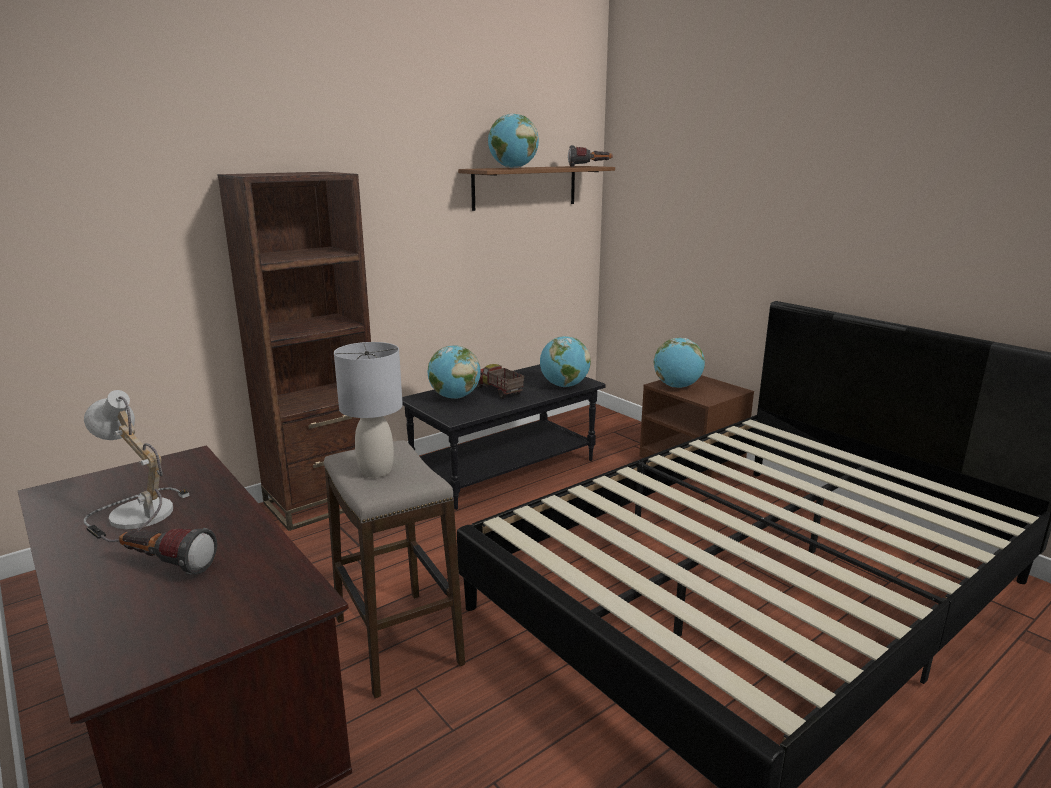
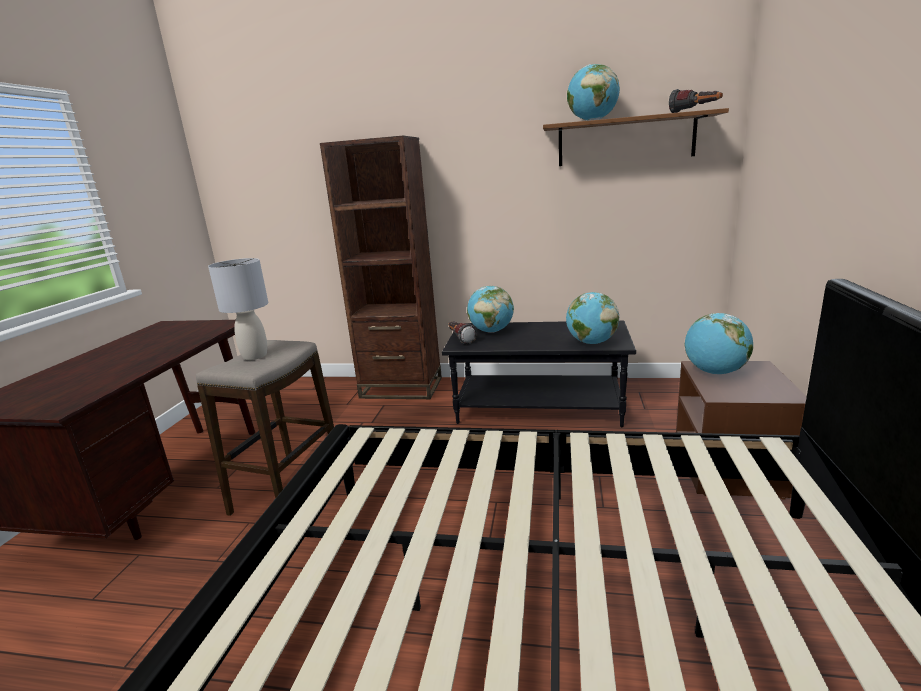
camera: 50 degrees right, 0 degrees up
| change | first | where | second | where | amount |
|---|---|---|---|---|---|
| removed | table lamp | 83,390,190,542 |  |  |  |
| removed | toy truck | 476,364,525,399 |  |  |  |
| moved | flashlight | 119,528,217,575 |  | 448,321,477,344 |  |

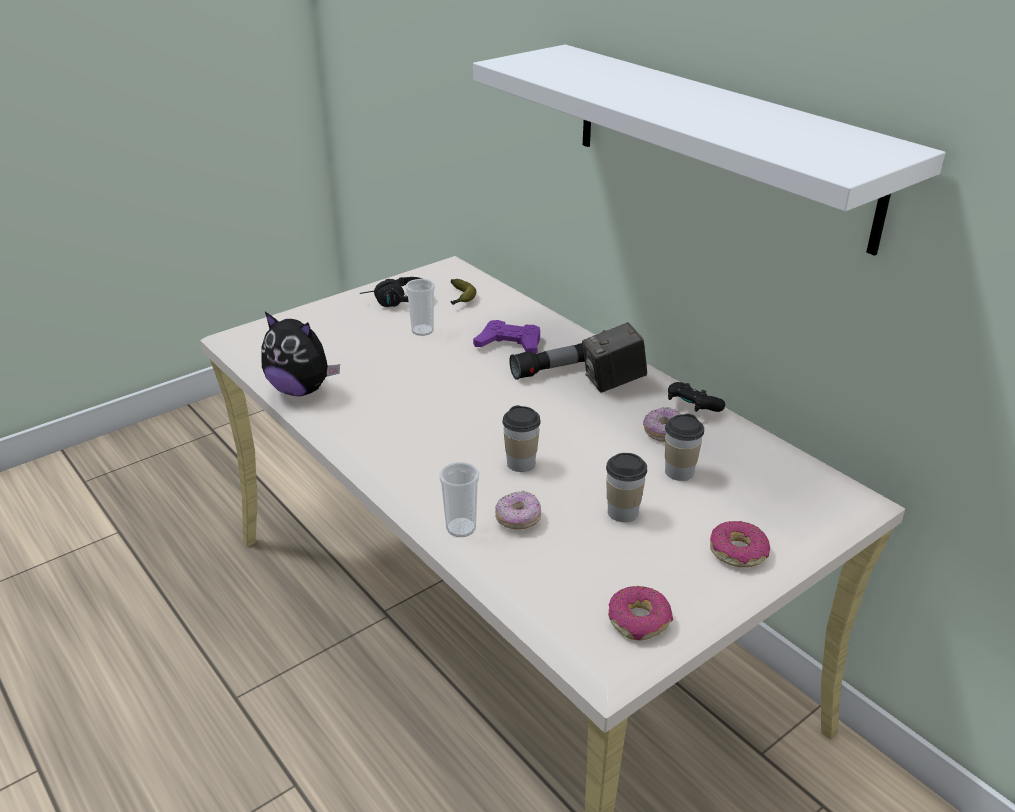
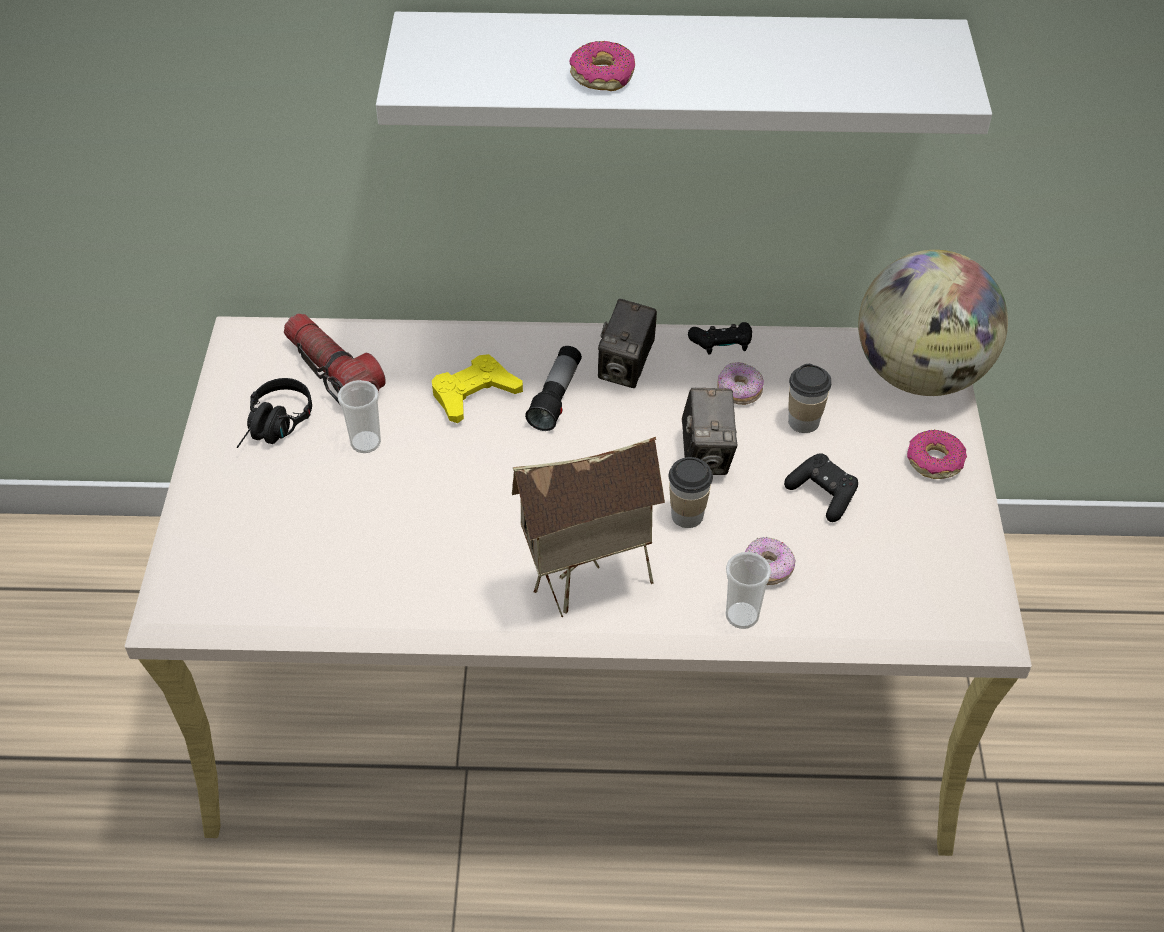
camera: 50 degrees left, 15 degrees up
| change | first | where | second | where | amount |
|---|---|---|---|---|---|
| removed | plush toy | 262,312,340,396 |  |  |  |
| added |  |  | toy house | 512,437,665,617 |  |
| added |  |  | photo camera | 682,388,737,475 |  |
| added |  |  | globe | 858,250,1008,396 |  |
| moved | donut | 608,586,673,641 |  | 569,41,635,91 |  |
| replaced | banana | 451,279,476,305 | flashlight | 284,313,386,403 |  |
| replaced | cup | 606,453,647,522 | black game controller | 784,453,858,522 |  |
| recoloured | purple game controller | 473,320,540,354 | yellow game controller | 432,354,523,423 |  |

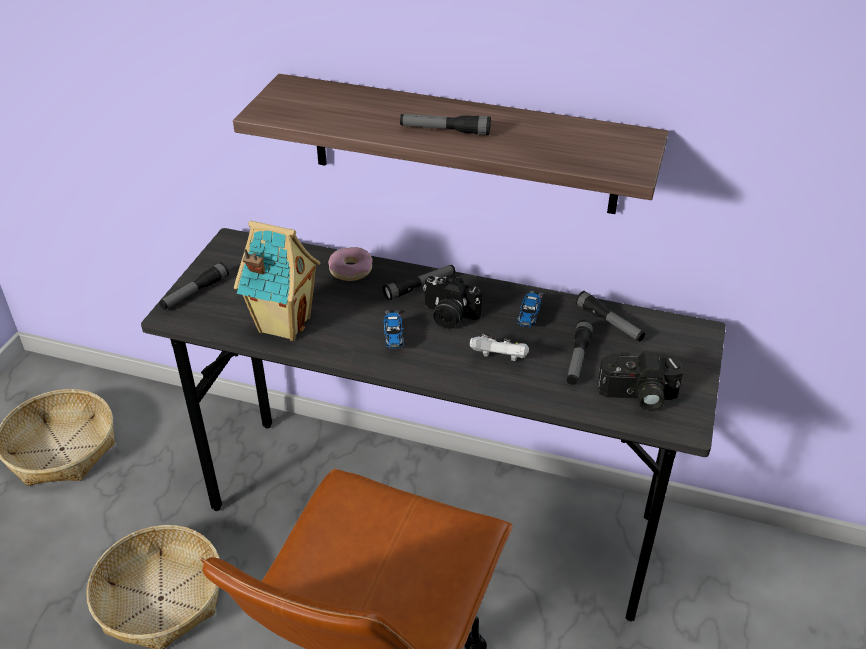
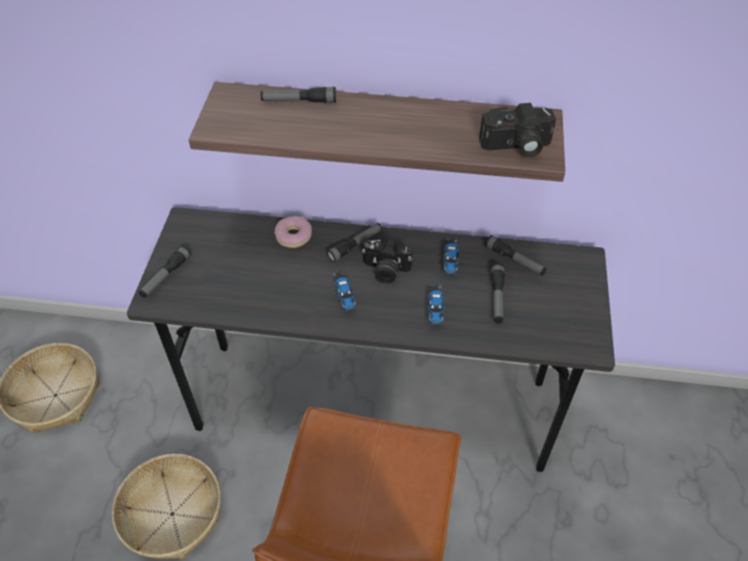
camera: 10 degrees left, 10 degrees up
| change | first | where | second | where | amount |
|---|---|---|---|---|---|
| removed | toy house | 234,220,320,341 |  |  |  |
| moved | flashlight | 400,114,491,135 |  | 260,87,336,103 |  |
| moved | photo camera | 598,351,683,411 |  | 479,103,556,157 |  |
| replaced | white game controller | 470,333,529,361 | toy car | 428,284,445,325 |  |

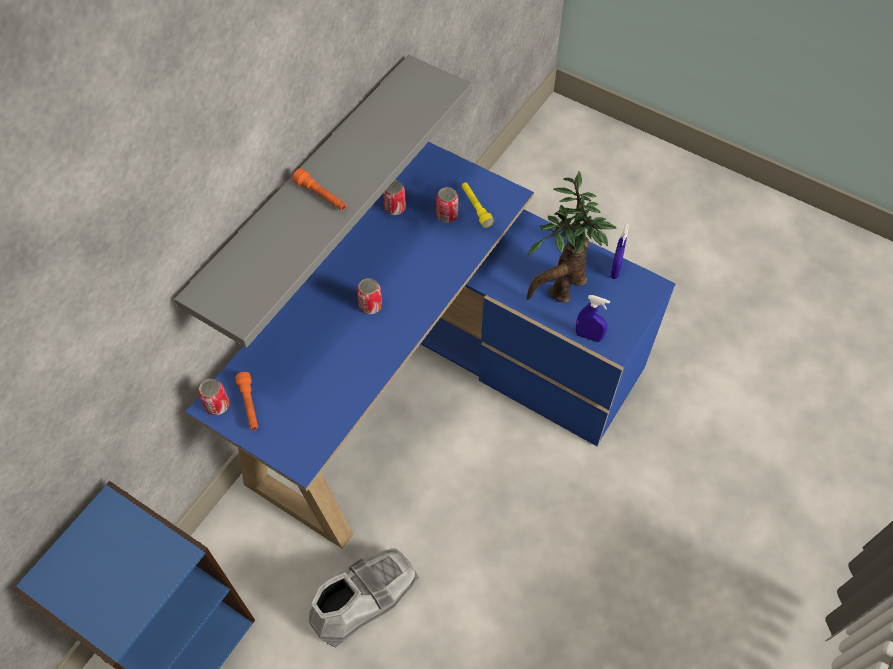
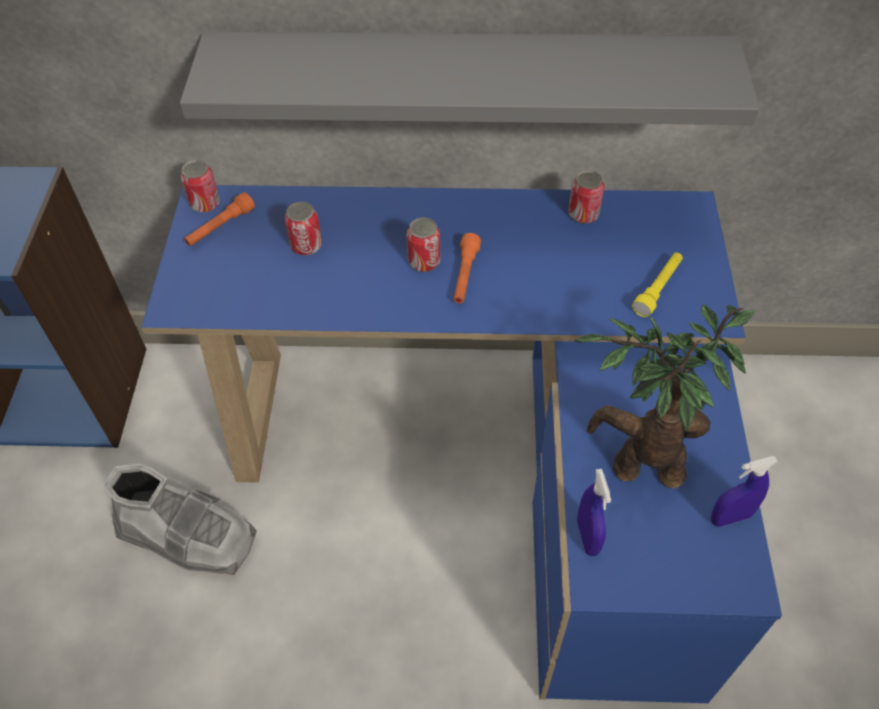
camera: 60 degrees right, 5 degrees down
| change | first | where | second | where | amount |
|---|---|---|---|---|---|
| moved | orange flashlight | 292,168,346,211 |  | 453,233,481,304 |  |
| moved | can | 436,187,458,223 |  | 285,202,322,255 |  |

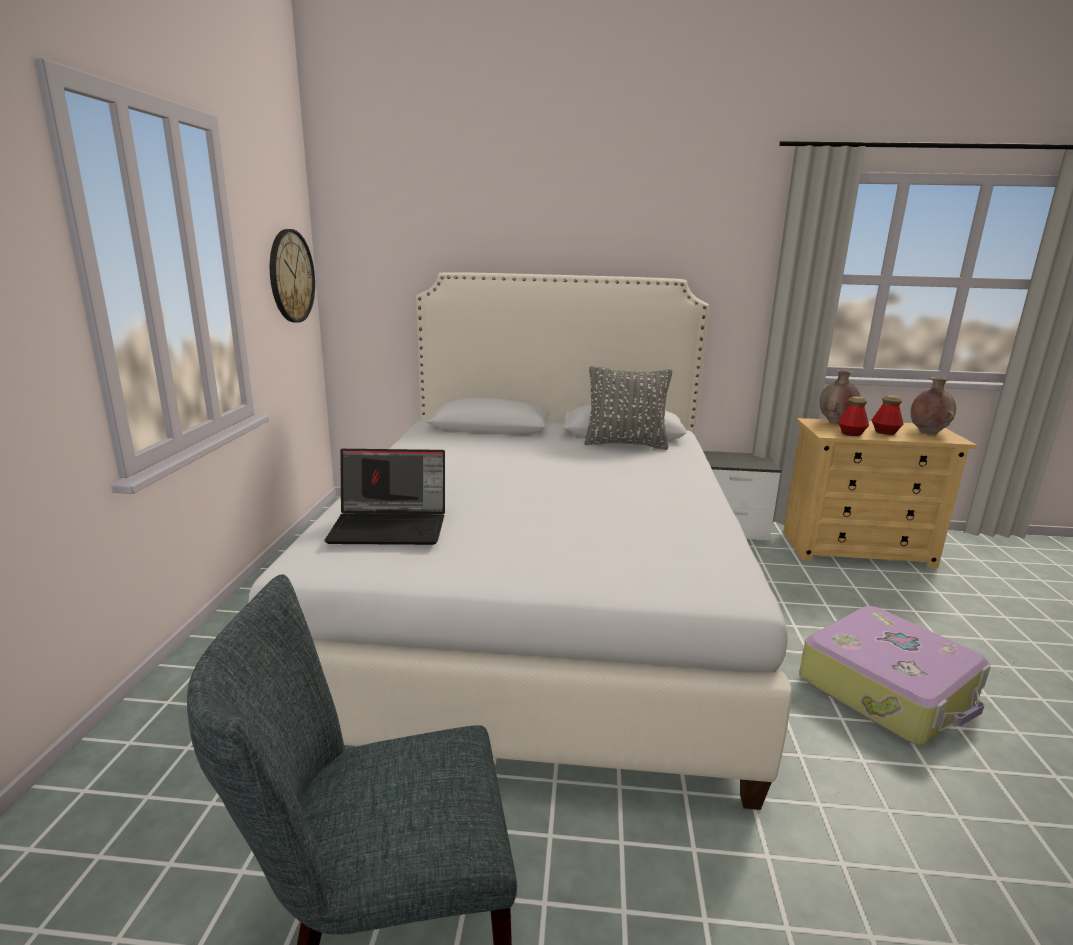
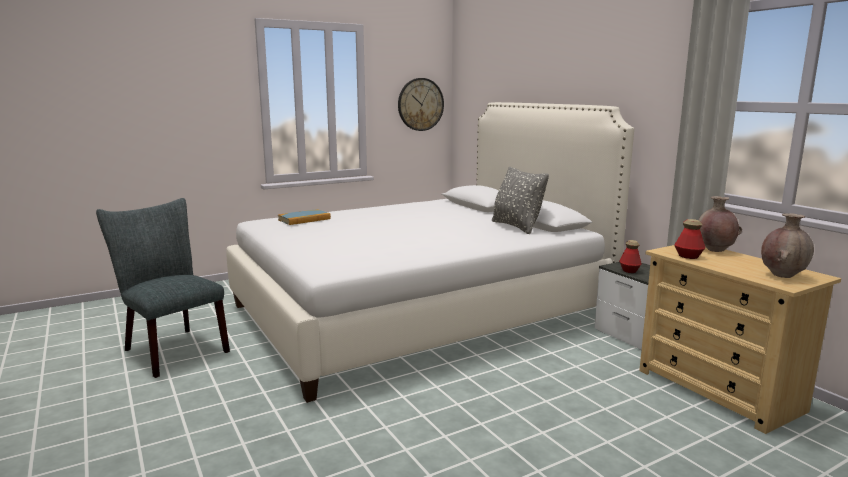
camera: 55 degrees right, 5 degrees down
| change | first | where | second | where | amount |
|---|---|---|---|---|---|
| removed | suitcase | 799,606,991,745 |  |  |  |
| moved | bottle | 872,395,904,435 |  | 619,240,642,273 |  |
| replaced | laptop | 324,449,445,545 | book | 278,209,331,225 |  |

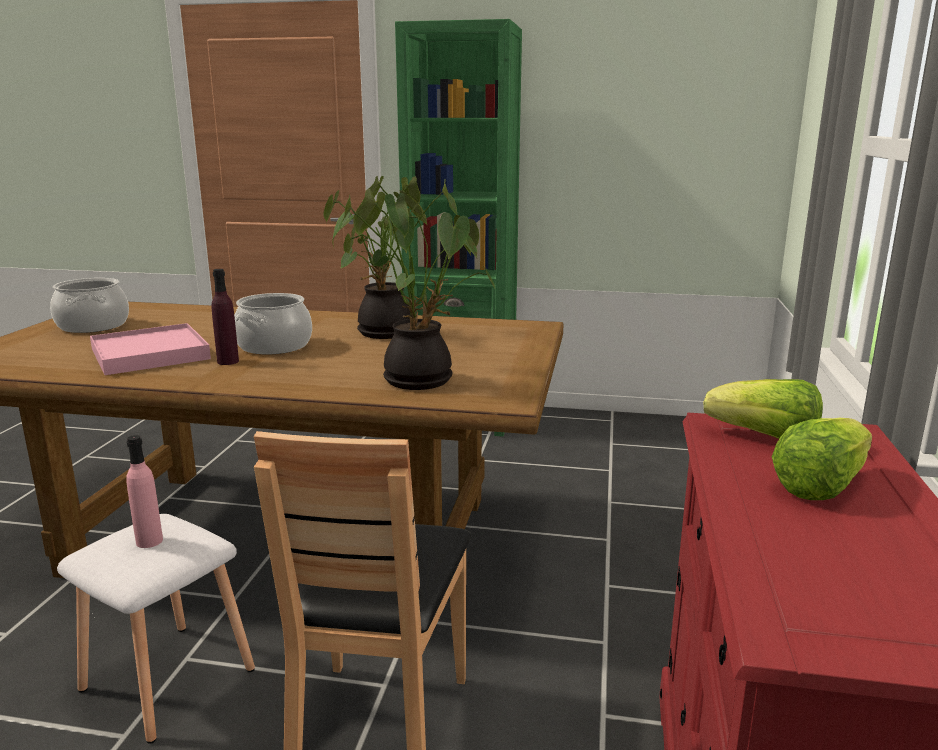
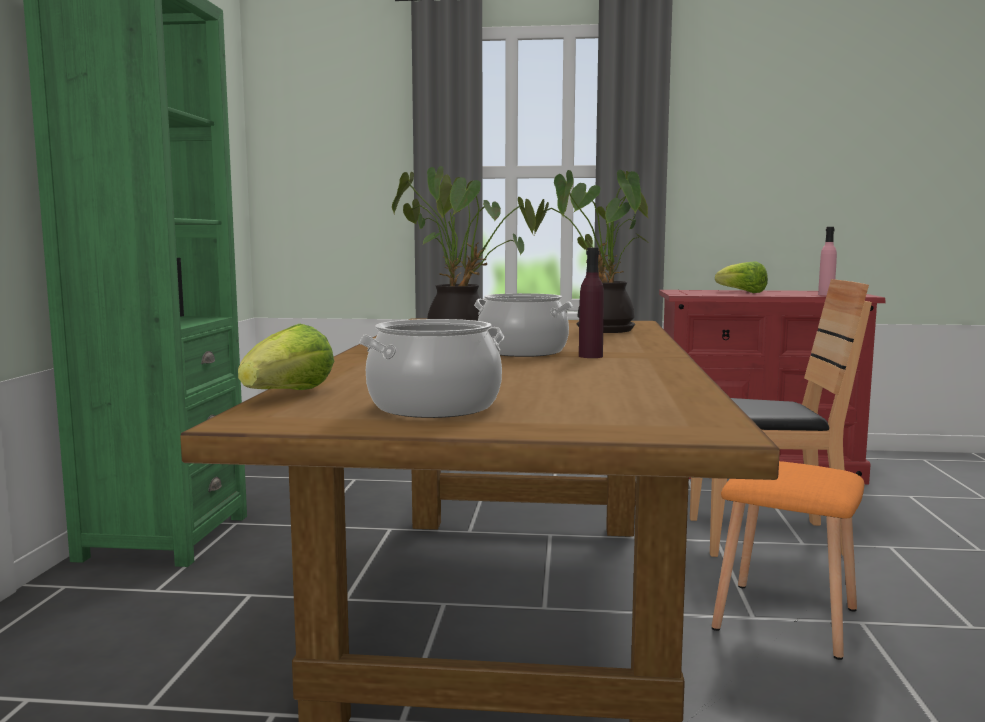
camera: 95 degrees left, 10 degrees down
| change | first | where | second | where | amount |
|---|---|---|---|---|---|
| removed | pink tray | 90,323,211,375 |  |  |  |
| moved | pink bottle | 126,435,163,548 |  | 818,227,837,296 |  |
| moved | lettuce | 703,379,823,439 |  | 238,324,334,390 |  |
| recoloured | white stool | 57,514,255,744 | orange stool | 712,461,864,660 |  |

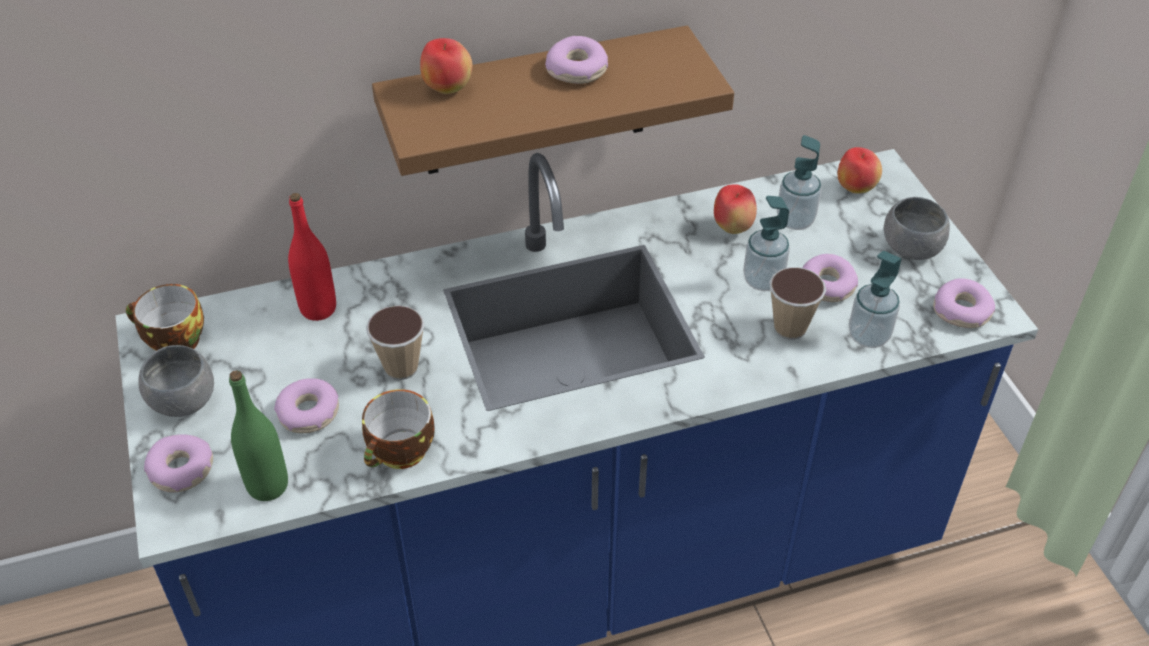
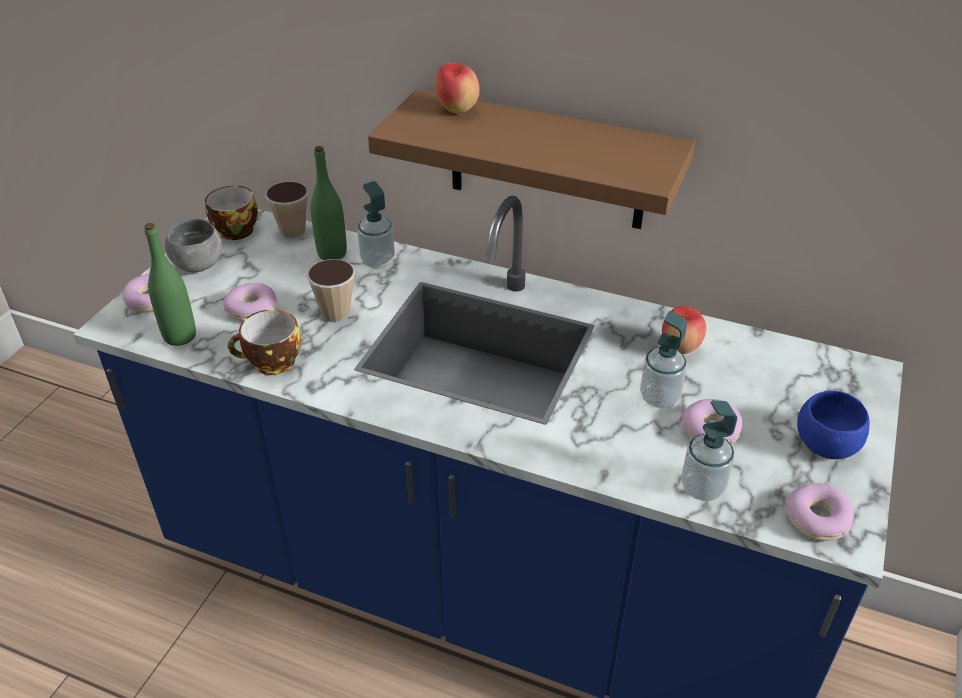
camera: 40 degrees right, 5 degrees down
| change | first | where | second | where | amount |
|---|---|---|---|---|---|
| removed | donut | 545,36,608,84 |  |  |  |
| removed | apple | 838,147,882,194 |  |  |  |
| moved | cup | 769,267,826,340 |  | 265,181,309,239 |  |
| moved | soap dispenser | 777,135,822,230 |  | 358,181,395,269 |  |
| recoloured | red bottle | 288,193,336,321 | green bottle | 311,146,347,260 |  |
| recoloured | grey bowl | 884,197,950,260 | blue bowl | 797,391,870,459 |  |

